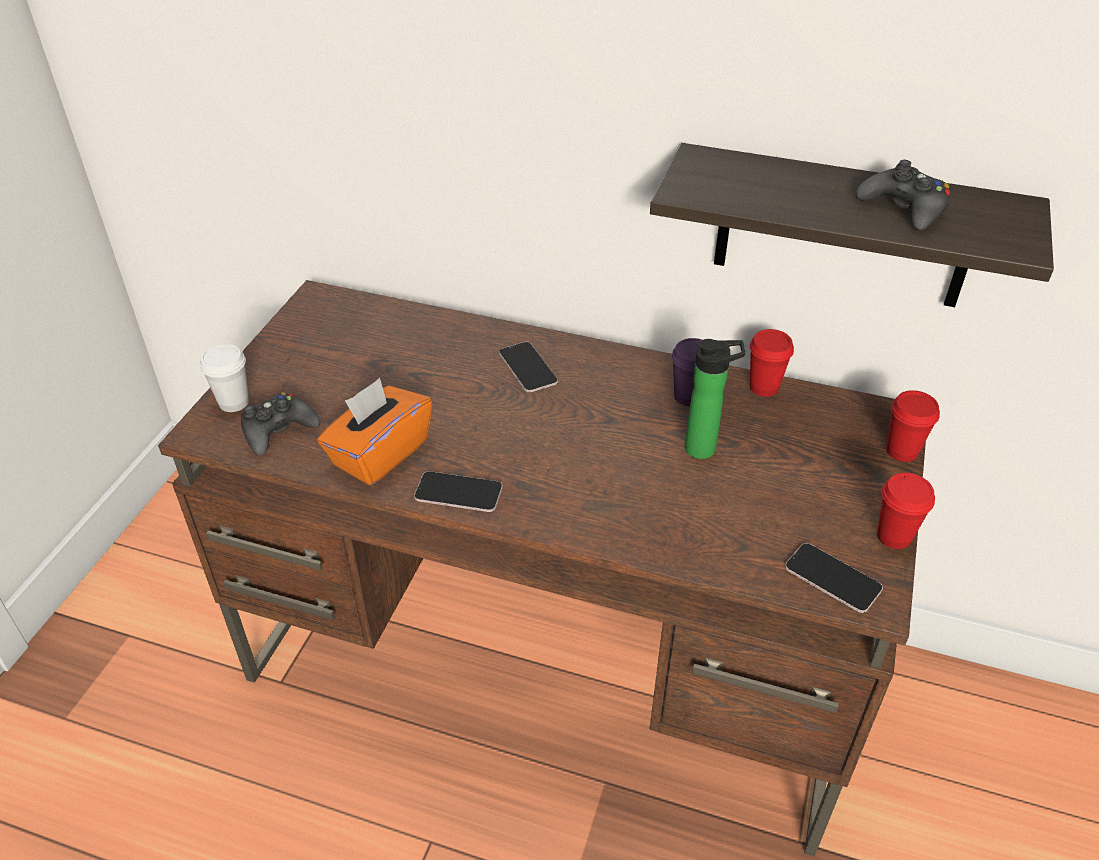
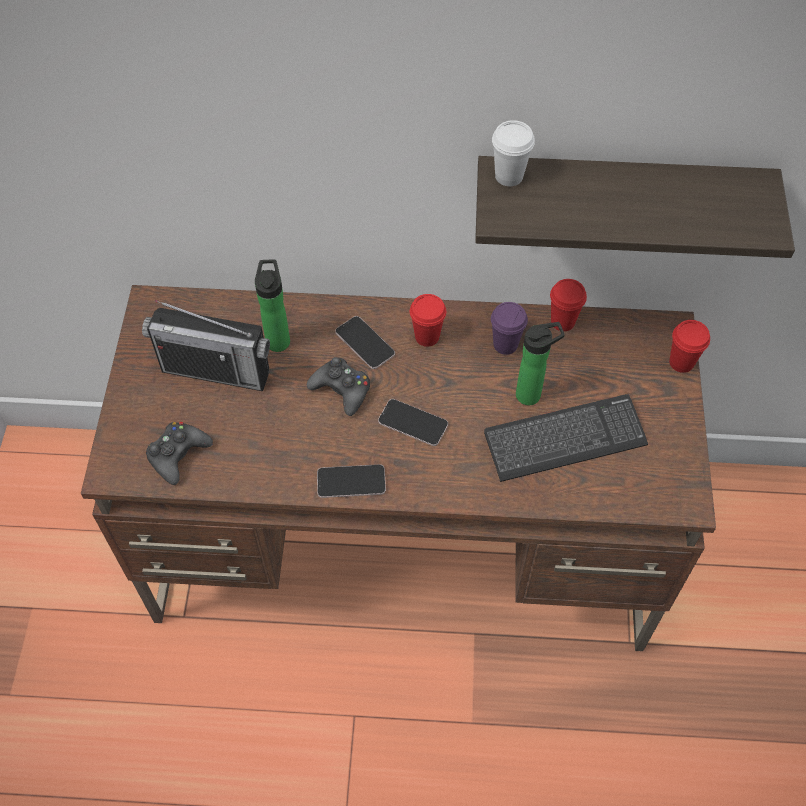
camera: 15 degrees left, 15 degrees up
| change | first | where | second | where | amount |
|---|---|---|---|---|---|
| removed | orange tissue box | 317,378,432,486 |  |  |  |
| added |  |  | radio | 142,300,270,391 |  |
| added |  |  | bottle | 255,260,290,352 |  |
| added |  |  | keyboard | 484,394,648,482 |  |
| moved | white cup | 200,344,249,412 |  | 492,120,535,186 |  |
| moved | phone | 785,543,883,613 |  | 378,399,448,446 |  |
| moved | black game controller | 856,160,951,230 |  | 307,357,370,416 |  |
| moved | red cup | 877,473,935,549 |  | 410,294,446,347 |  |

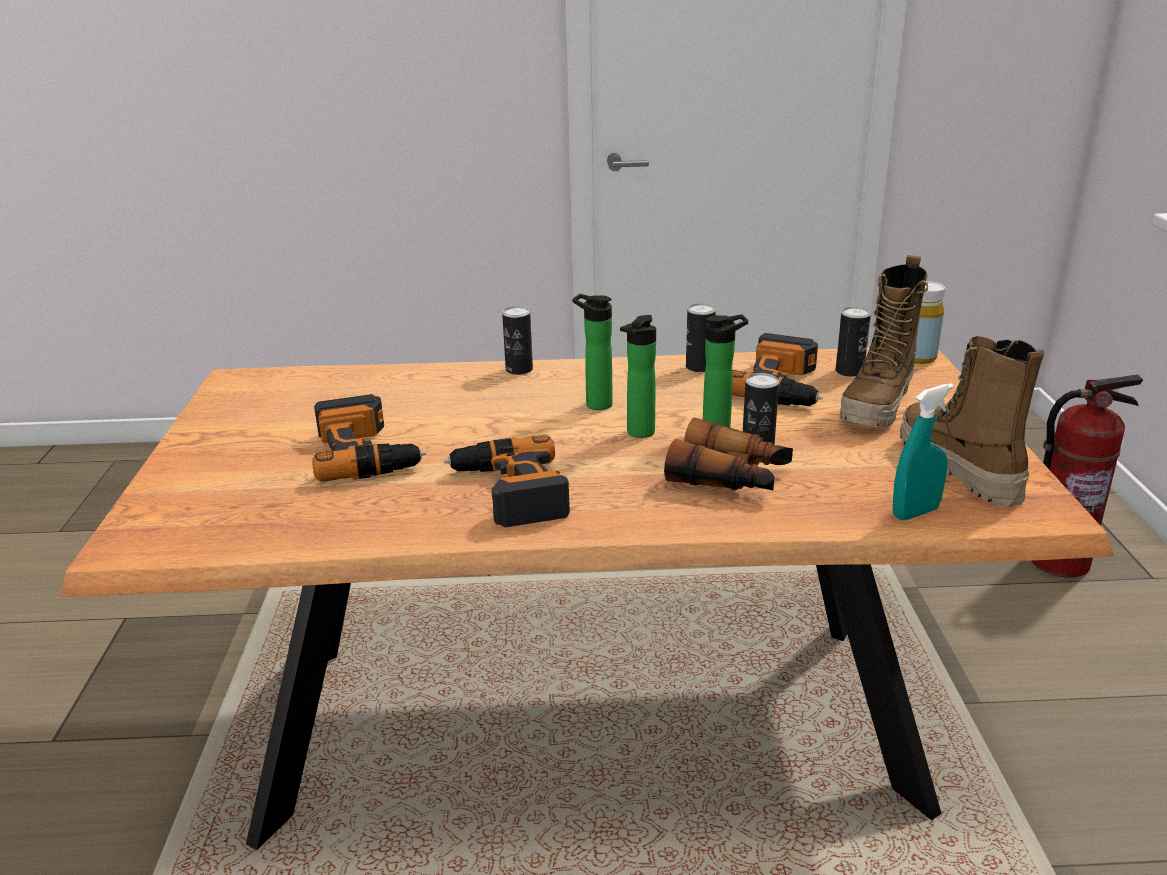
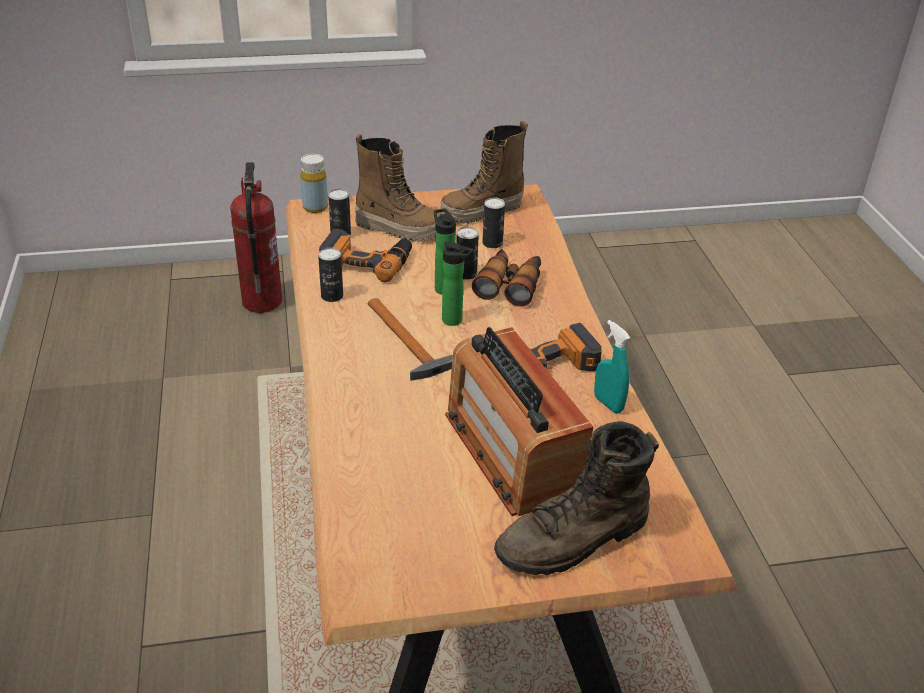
camera: 100 degrees left, 10 degrees up
| change | first | where | second | where | amount |
|---|---|---|---|---|---|
| added |  |  | brown boot | 494,421,659,575 |  |
| moved | can | 502,306,533,375 |  | 482,197,505,248 |  |
| moved | turquoise spray bottle | 893,384,954,520 |  | 594,320,630,413 |  |
| replaced | power drill | 312,394,426,482 | radio | 445,327,593,516 |  |
| replaced | bottle | 573,294,613,410 | hammer | 368,298,453,381 |  |

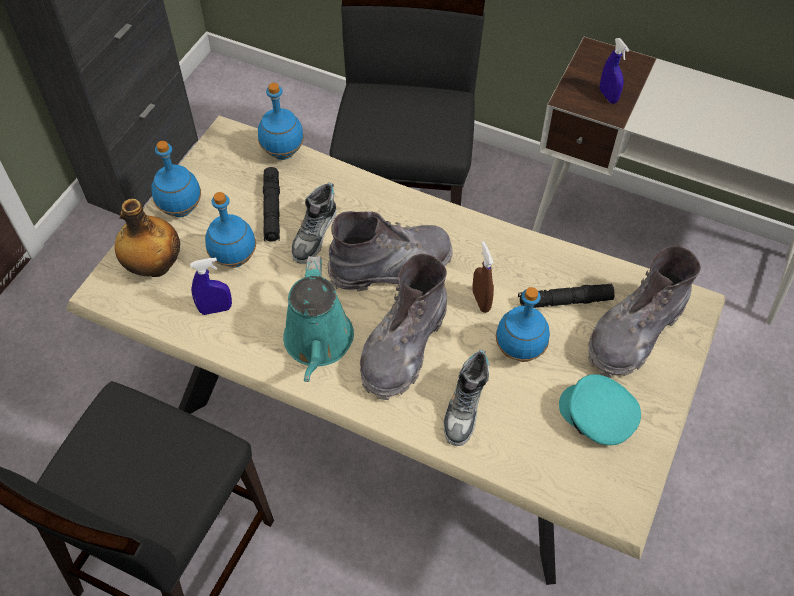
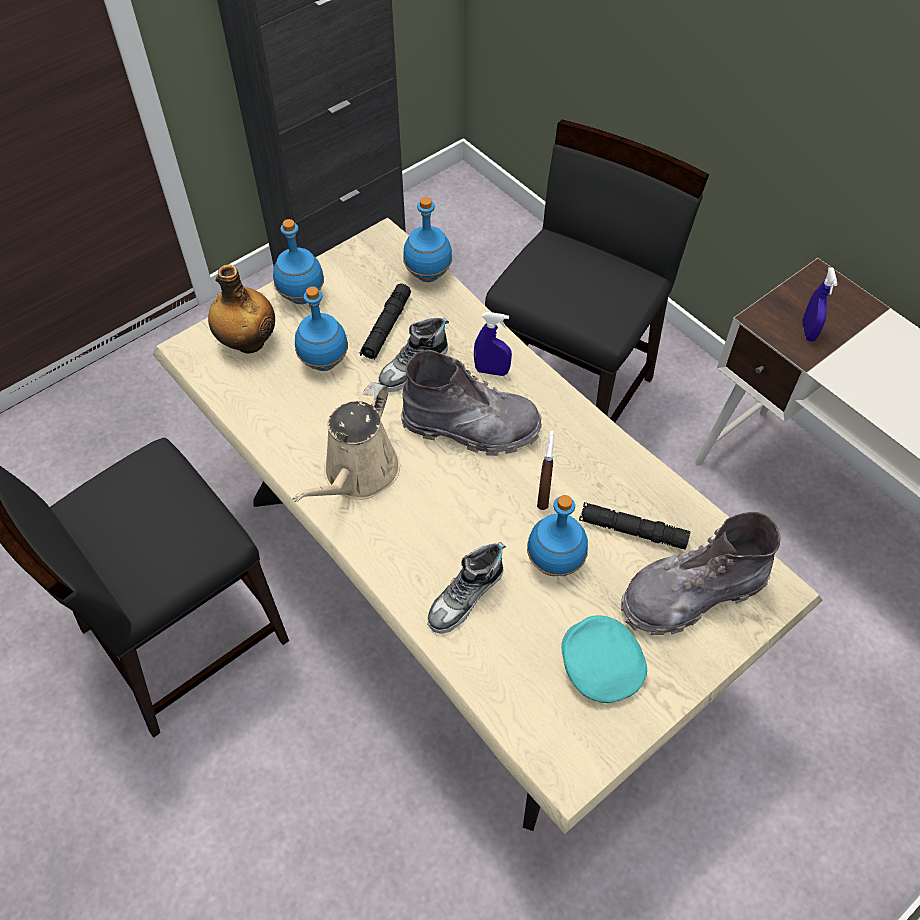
camera: 25 degrees right, 0 degrees up
| change | first | where | second | where | amount |
|---|---|---|---|---|---|
| removed | grey boot | 360,254,447,400 |  |  |  |
| moved | blue spray bottle | 190,258,232,315 |  | 474,312,512,376 |  |
| recoloured | turquoise watering can | 283,256,354,382 | beige watering can | 292,382,400,502 |  |

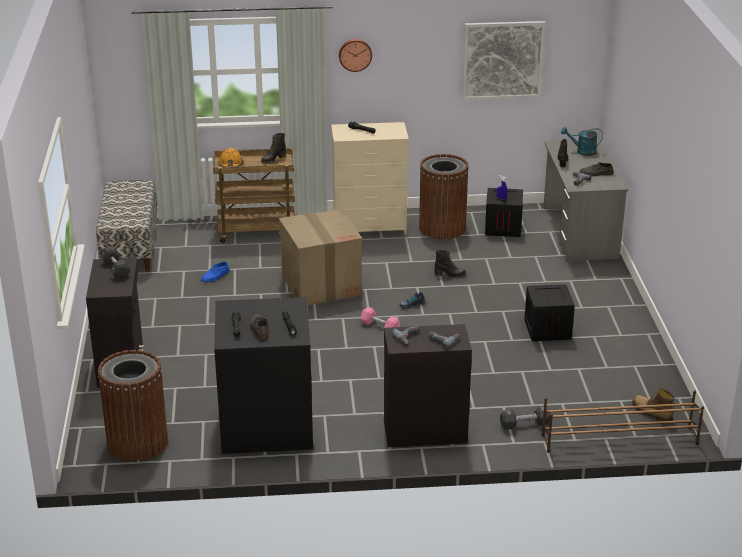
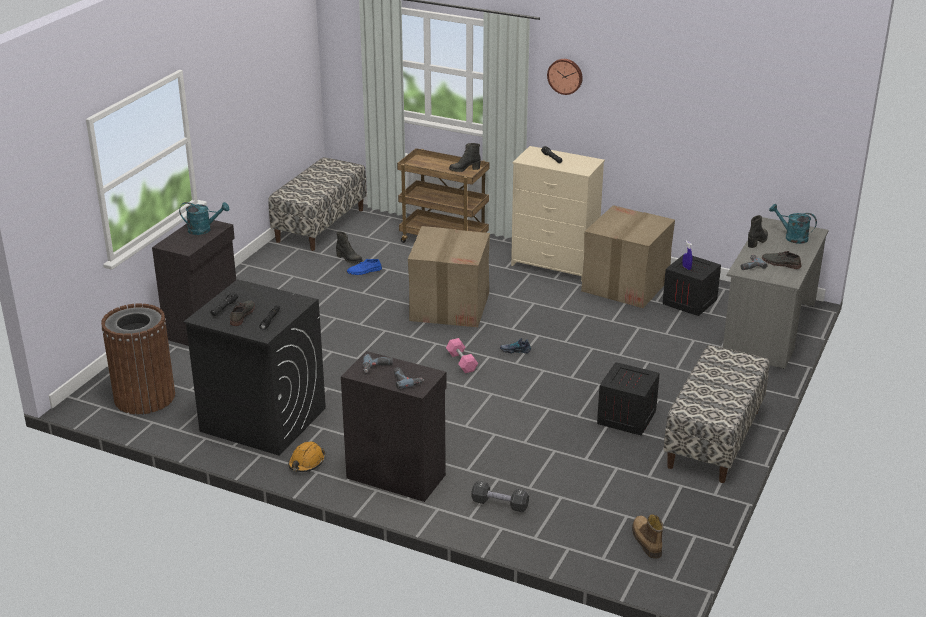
camera: 30 degrees right, 0 degrees up
| change | first | where | second | where | amount |
|---|---|---|---|---|---|
| removed | picture | 462,21,545,100 |  |  |  |
| removed | brown shoe rack | 541,390,704,453 |  |  |  |
| added |  |  | bench | 663,345,769,483 |  |
| moved | orange hard hat | 218,148,243,167 |  | 288,442,325,472 |  |
| moved | black boot | 434,250,466,278 |  | 336,231,362,263 |  |
| replaced | grey dumbbell | 101,246,131,279 | turquoise watering can | 179,202,229,235 |  |
| replaced | brown trash can | 419,154,469,239 | cardboard box | 581,205,675,308 |  |

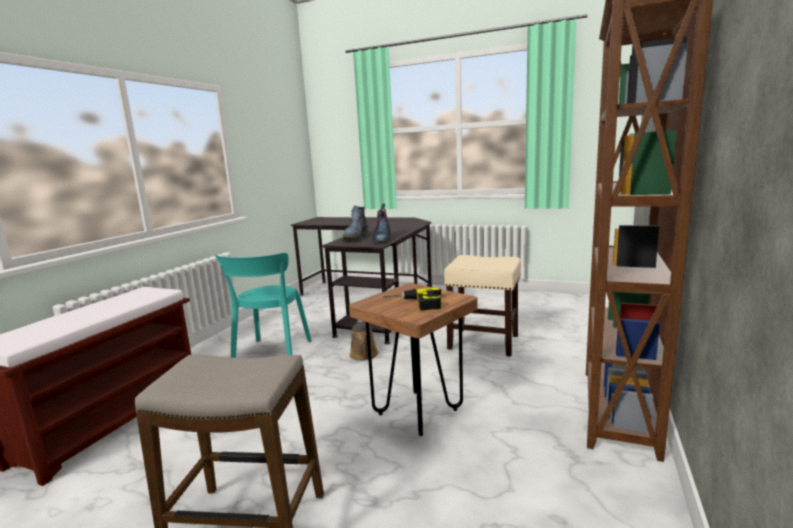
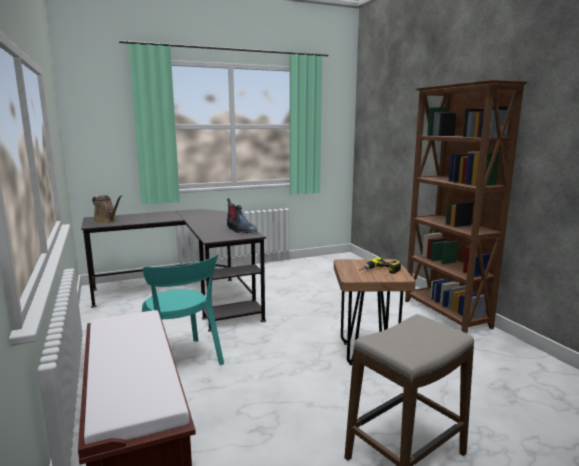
camera: 45 degrees left, 0 degrees up
| change | first | where | second | where | amount |
|---|---|---|---|---|---|
| removed | boot | 343,206,368,240 |  |  |  |
| removed | beige stool | 444,255,521,356 |  |  |  |
| moved | brown watering can | 350,320,378,361 |  | 92,195,122,223 |  |

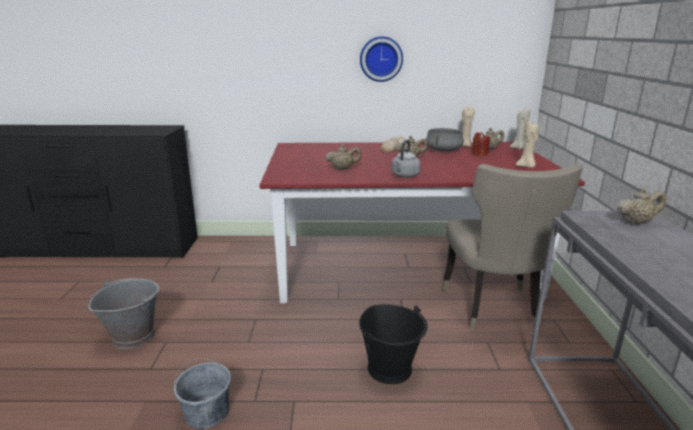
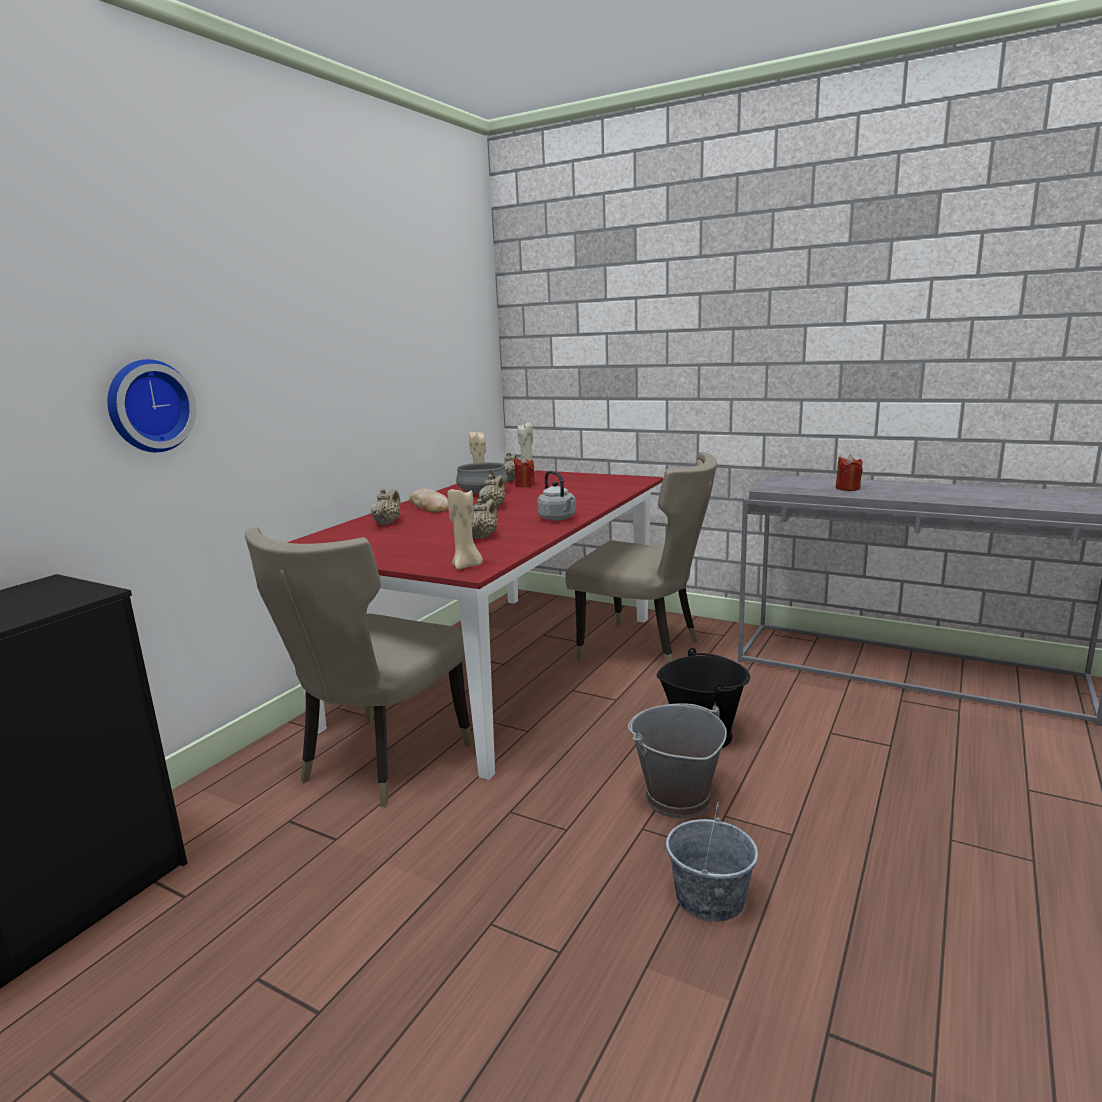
camera: 60 degrees left, 5 degrees down
| change | first | where | second | where | amount |
|---|---|---|---|---|---|
| added |  |  | beige chair | 245,527,473,806 |  |
| added |  |  | red candle | 835,455,863,491 |  |
| moved | grey bucket | 89,278,160,349 |  | 628,703,727,818 |  |
| moved | wall clock | 360,36,403,82 |  | 107,359,196,452 |  |
| moved | beige candle | 516,122,539,168 |  | 448,489,483,570 |  |
| moved | beige teapot | 617,188,666,225 |  | 371,488,400,525 |  |

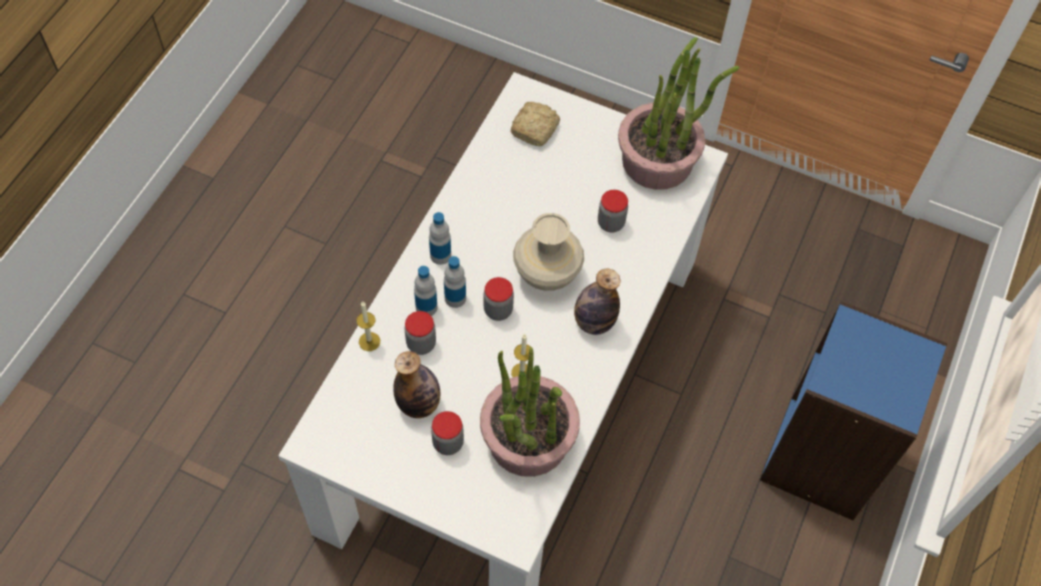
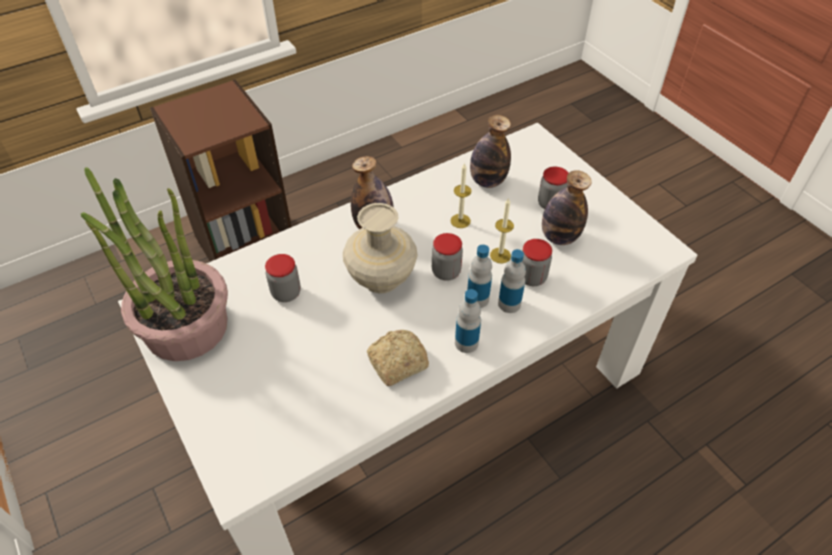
camera: 145 degrees left, 10 degrees down
| change | first | where | second | where | amount |
|---|---|---|---|---|---|
| moved | candle | 356,302,380,351 |  | 490,198,514,264 |  |
| moved | bread | 510,102,560,146 |  | 367,330,429,386 |  |
| replaced | potted plant | 480,347,580,477 | bottle | 470,115,511,188 |  |
| recoloured | blue bookcase | 760,301,948,521 | brown bookcase | 150,79,291,262 |  |

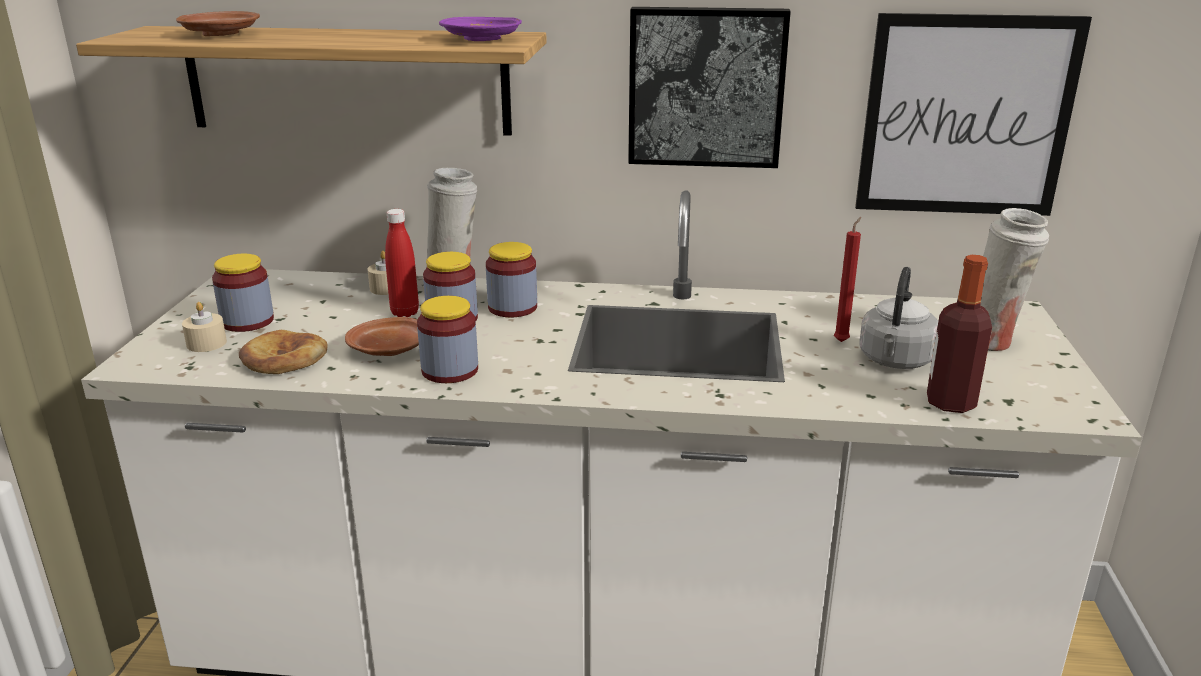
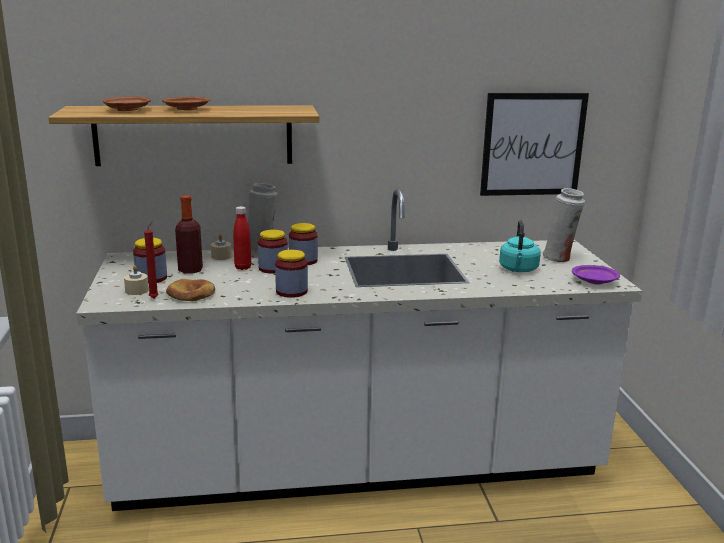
camera: 15 degrees left, 5 degrees down
| change | first | where | second | where | amount |
|---|---|---|---|---|---|
| removed | picture | 628,7,791,168 |  |  |  |
| moved | brown plate | 345,317,419,356 |  | 162,96,210,110 |  |
| moved | purple plate | 439,17,522,41 |  | 572,265,620,285 |  |
| moved | red candle | 834,217,861,342 |  | 144,221,159,298 |  |
| moved | bottle | 927,255,992,413 |  | 175,195,203,274 |  |
| recoloured | grey kettle | 860,267,938,369 | turquoise kettle | 499,220,541,272 |  |

